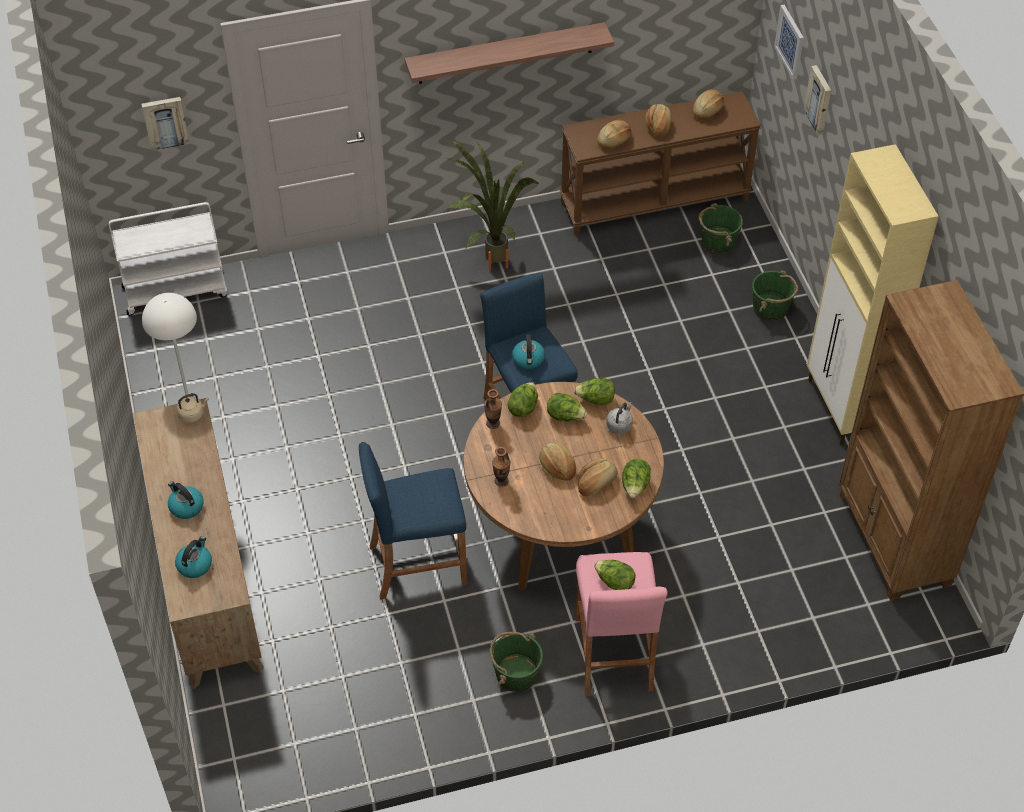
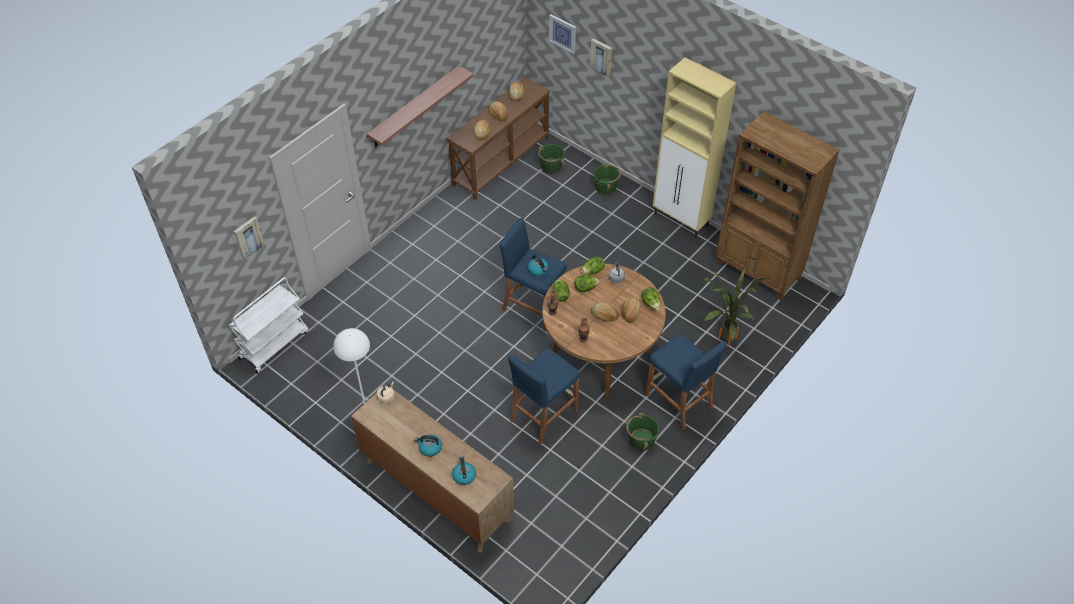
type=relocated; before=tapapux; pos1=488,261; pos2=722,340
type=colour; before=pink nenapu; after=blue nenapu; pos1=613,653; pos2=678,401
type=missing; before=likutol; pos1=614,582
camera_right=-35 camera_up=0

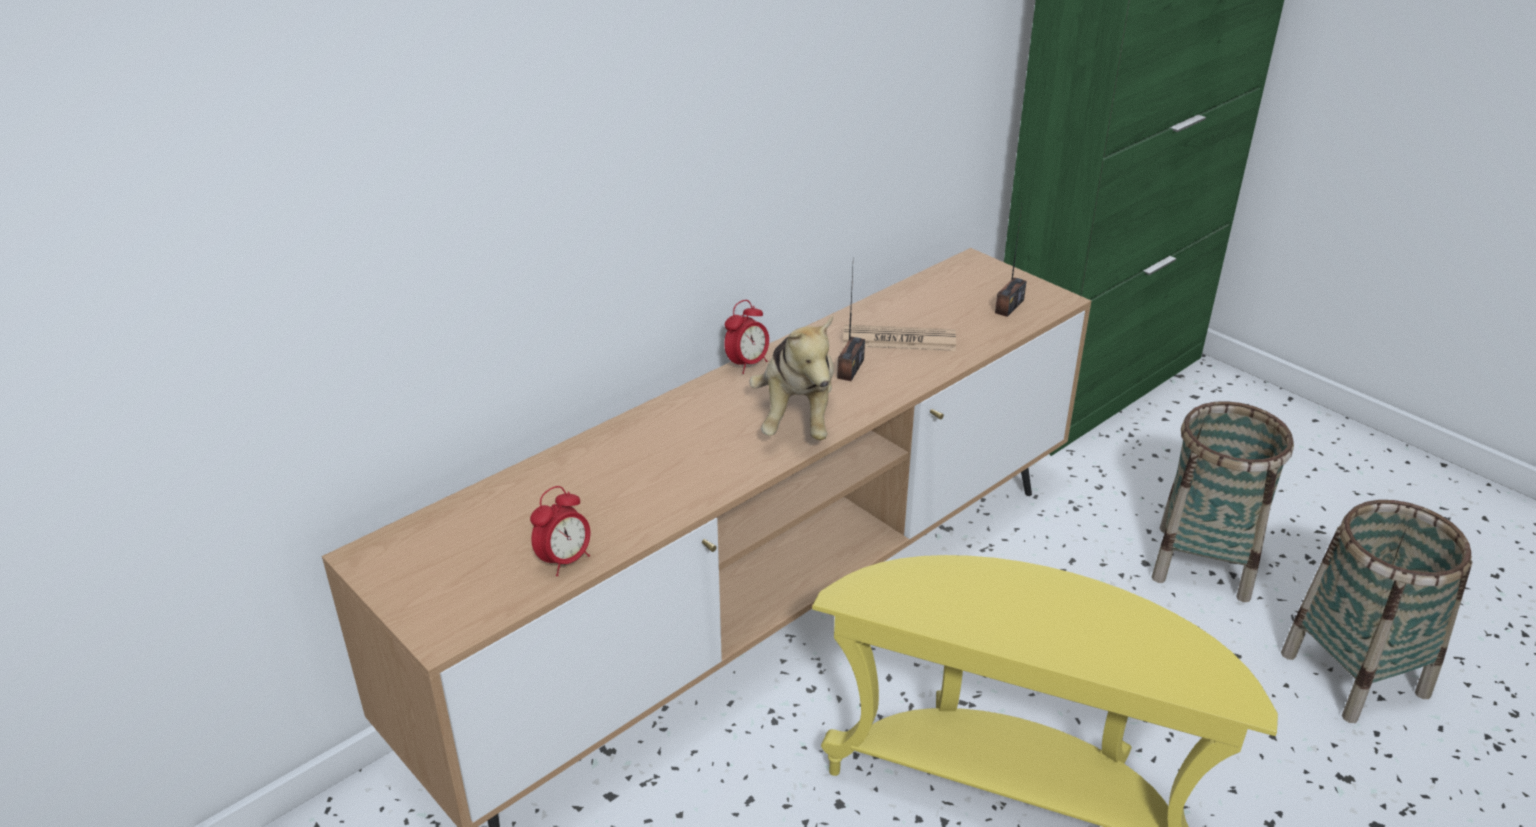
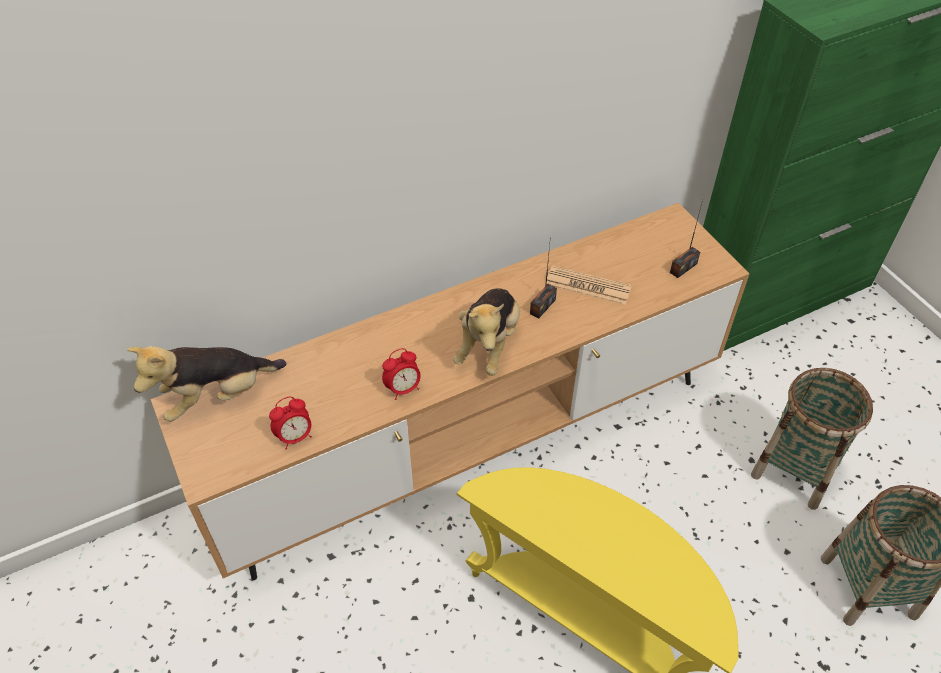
type=relocated; before=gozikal; pos1=747,364; pos2=403,389
type=appeared; after=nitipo; pos2=217,396
camera_right=15 camera_up=15

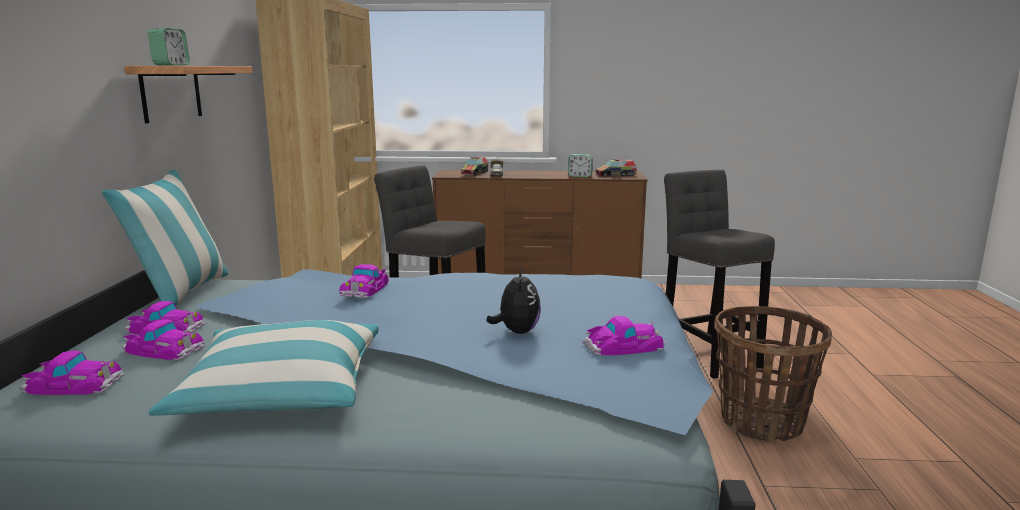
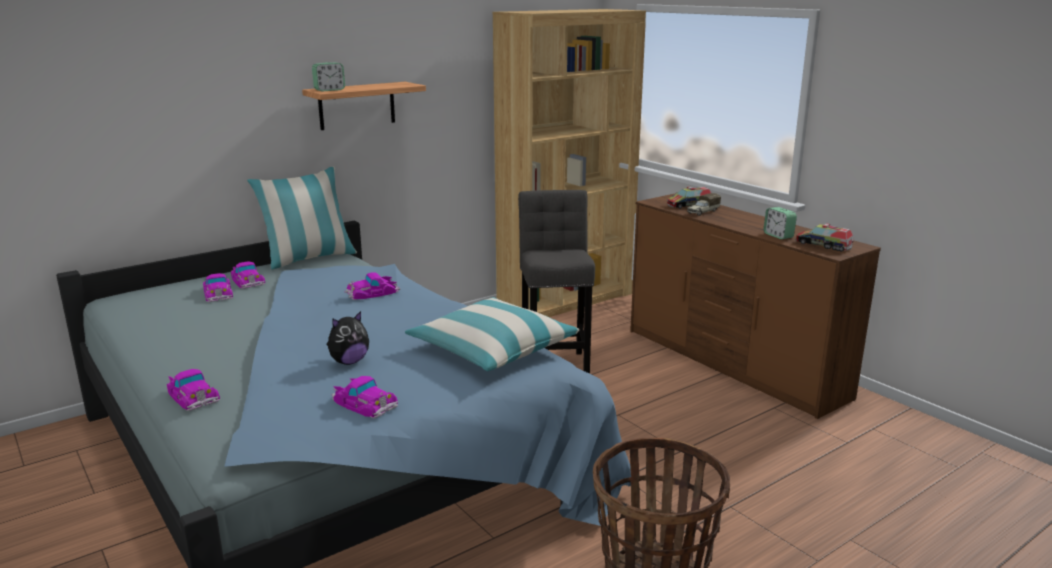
type=missing; before=grey nenapu; pos1=707,354
type=relocated; before=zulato; pos1=282,391; pos2=492,349
type=relocated; before=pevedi; pos1=74,384; pos2=192,395
camera_right=50 camera_up=5

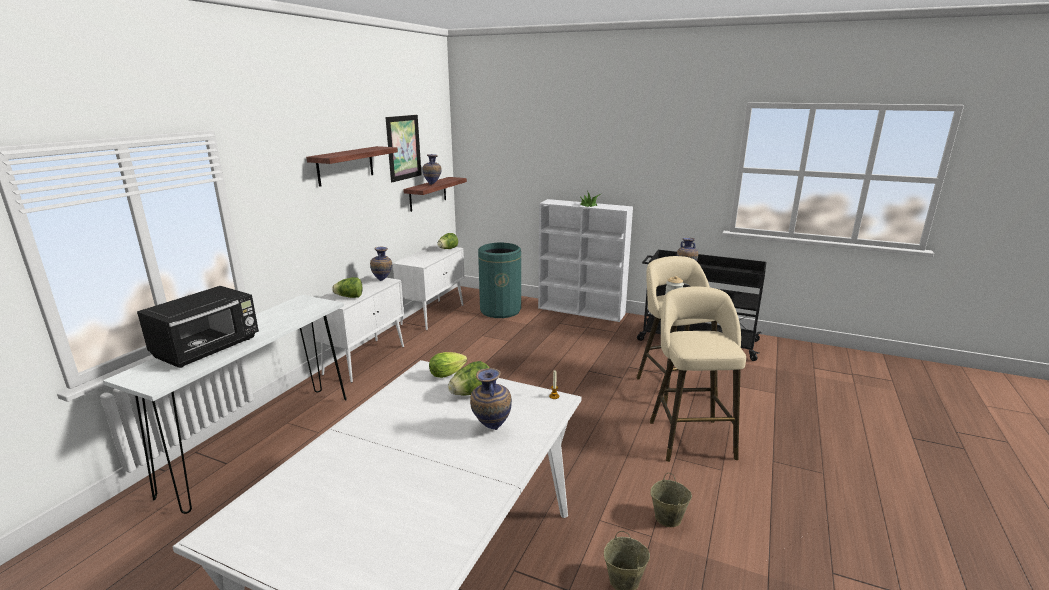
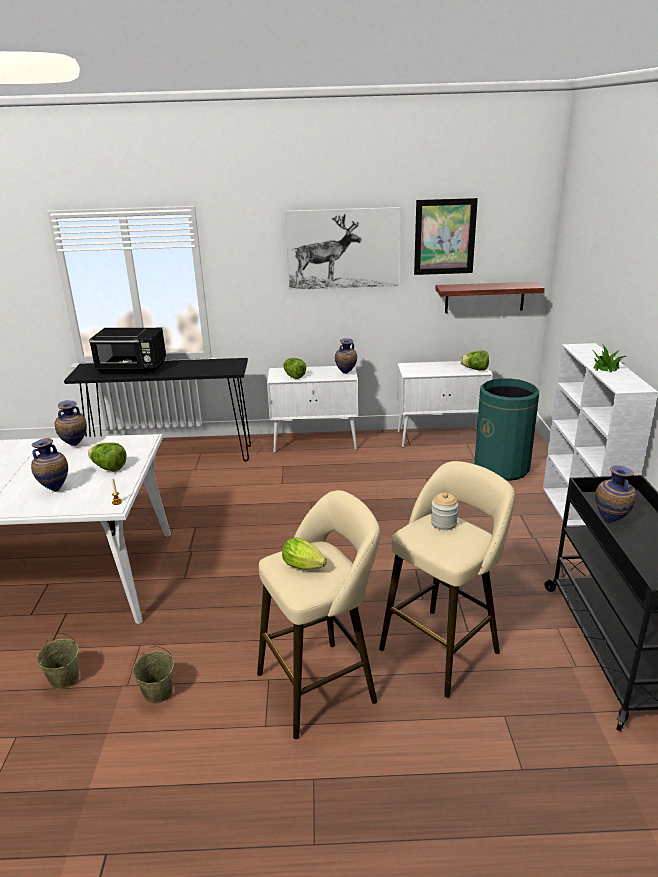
type=exchanged; before=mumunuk; after=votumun; pos1=345,165; pos2=343,249
type=relocated; before=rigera; pos1=433,184; pos2=75,446
type=colour; before=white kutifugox; after=black kutifugox; pos1=263,442; pos2=171,456
type=relocated; before=likutol; pos1=449,374; pos2=306,567
camera_right=65 camera_up=5

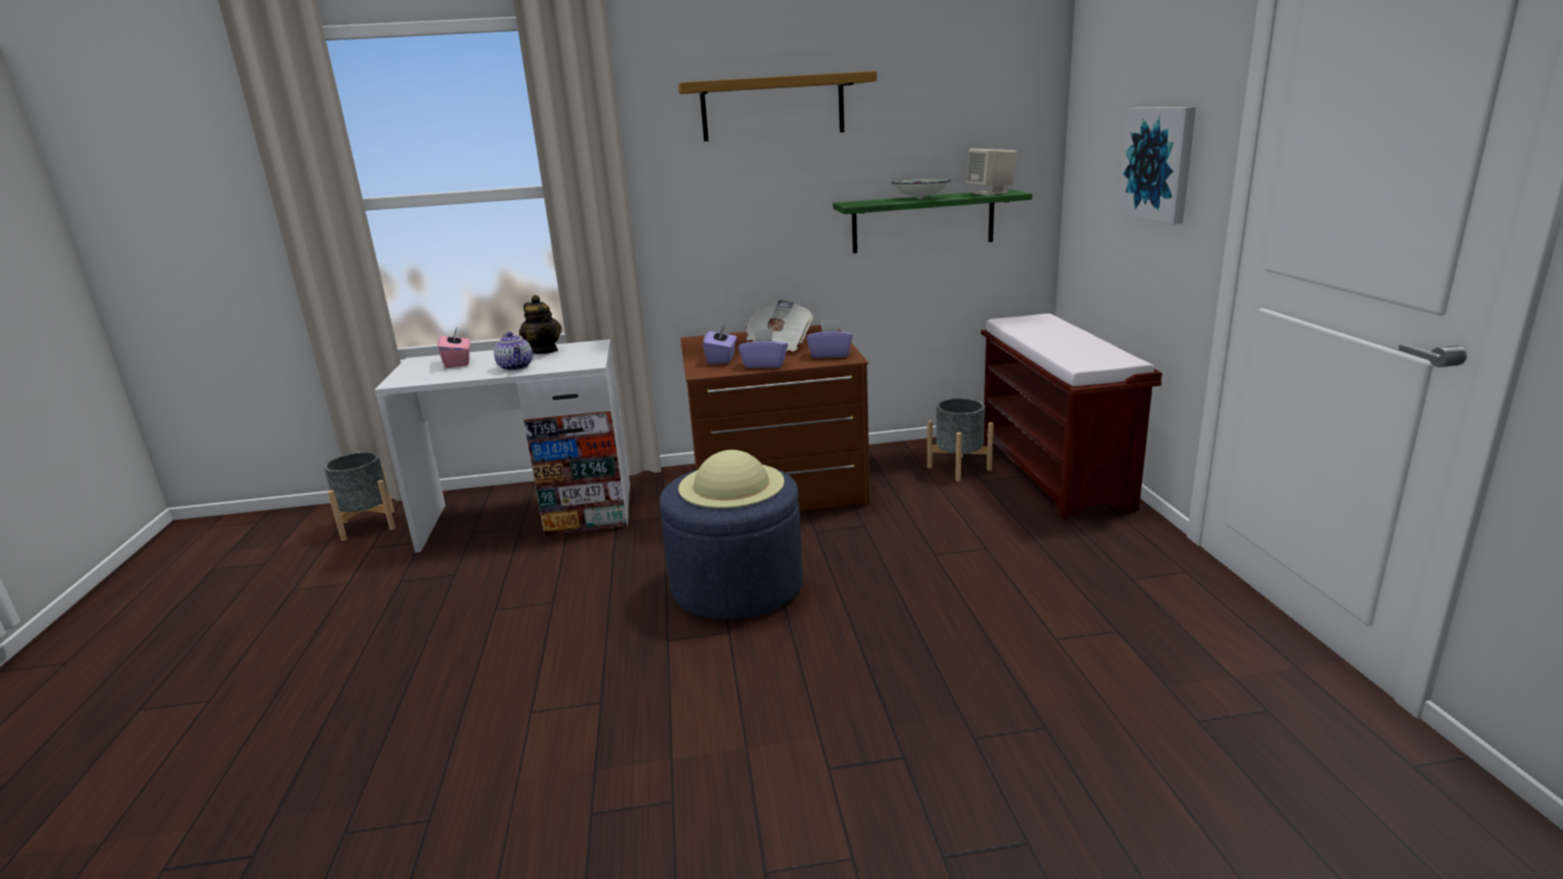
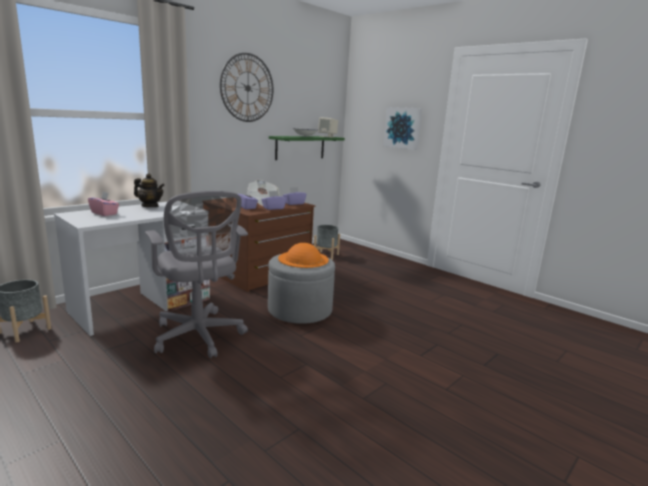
type=exchanged; before=mumunuk; after=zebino; pos1=773,108; pos2=247,88
type=missing; before=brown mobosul; pos1=1054,472
type=missing; before=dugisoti; pos1=516,367
type=colour; before=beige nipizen; after=orange nipizen; pos1=731,484; pos2=303,259
type=colour; before=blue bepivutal; after=grey bepivutal; pos1=737,586; pos2=300,310
type=appeared; after=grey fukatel; pos2=199,337
camera_right=-40 camera_up=-5

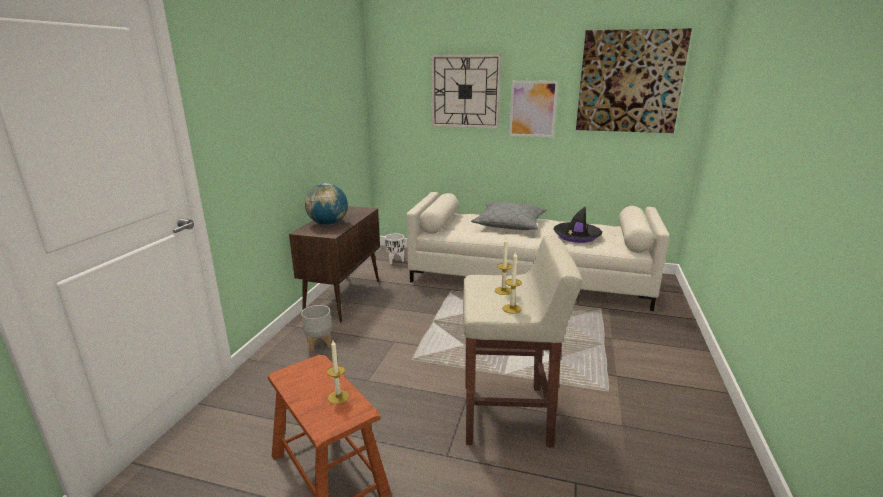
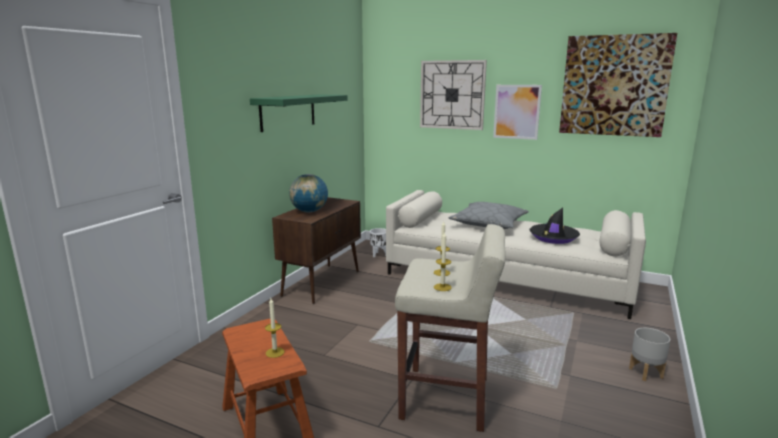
type=relocated; before=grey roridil; pos1=319,344; pos2=645,372
type=appeared; after=green mumunuk; pos2=288,112
camera_right=10 camera_up=-5

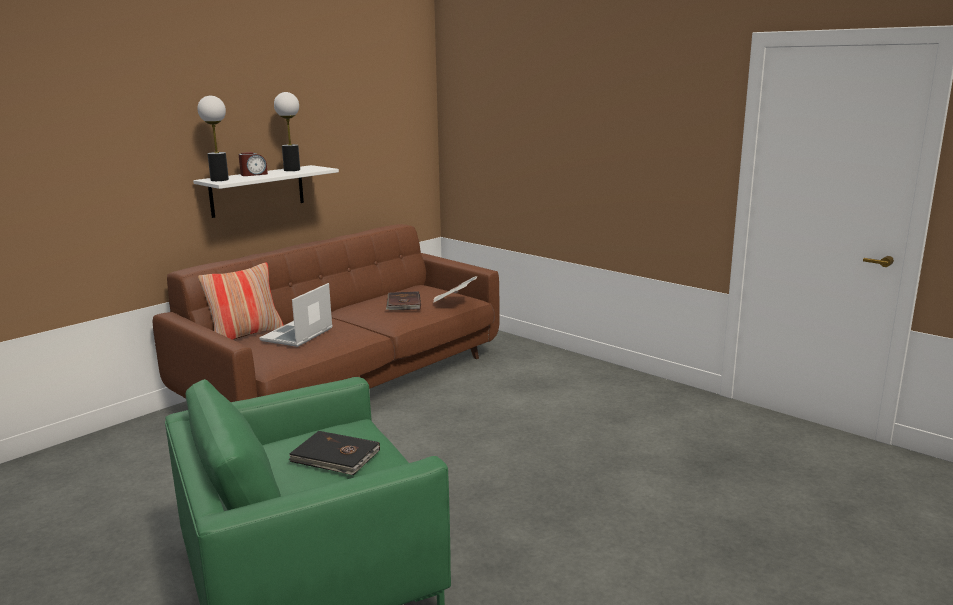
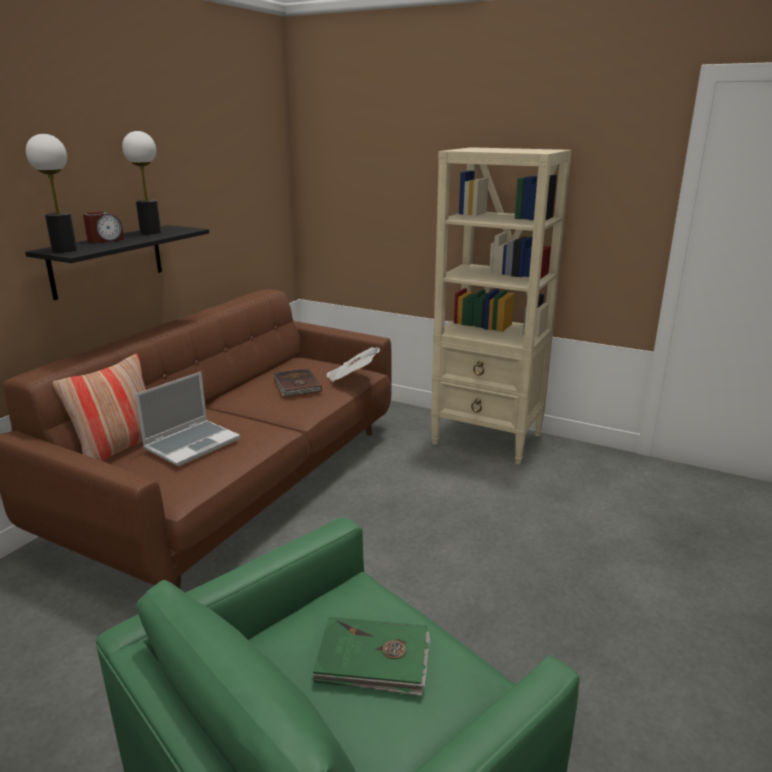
type=colour; before=white mumunuk; after=black mumunuk; pos1=257,191; pos2=107,261
type=spun; before=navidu; pos1=297,335; pos2=192,443; turn=-150
type=colour; before=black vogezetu; after=green vogezetu; pos1=335,457; pos2=373,660
type=appeared; after=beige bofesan; pos2=488,439
camera_right=-15 camera_up=5

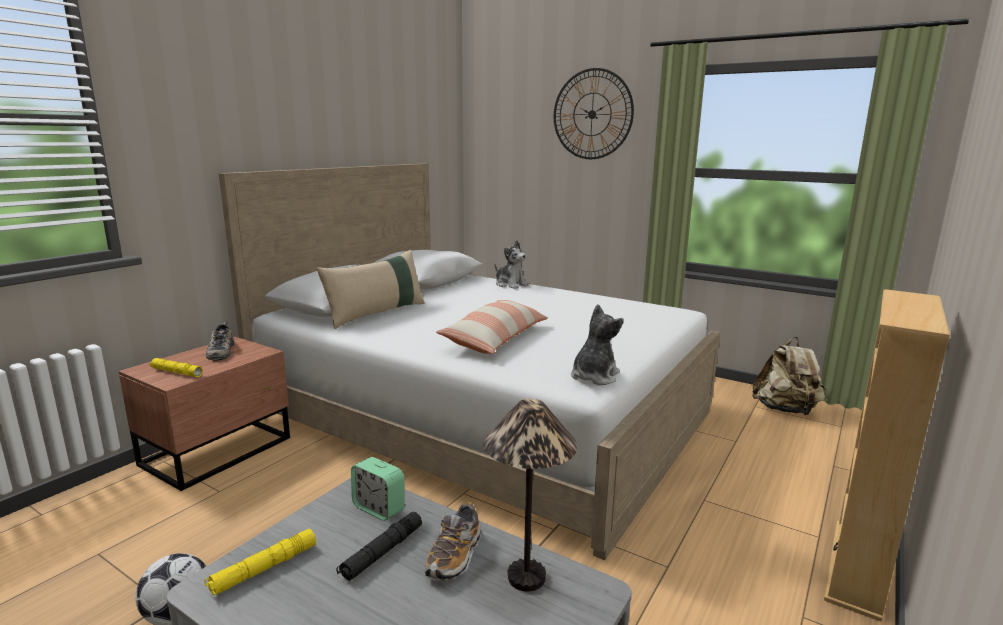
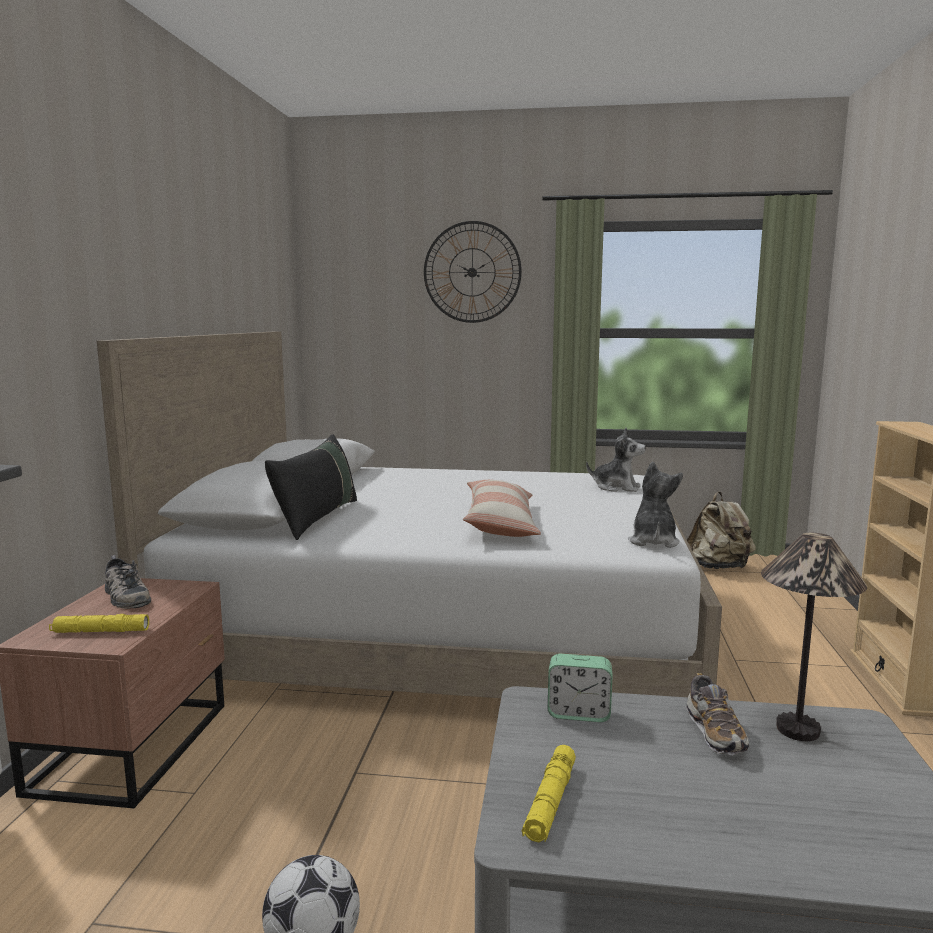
type=relocated; before=nitipo; pos1=510,284; pos2=616,487
type=colour; before=beige zulato; after=black zulato; pos1=376,314; pos2=317,518
type=missing; before=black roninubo; pos1=382,552
camera_right=-25 camera_up=-5

